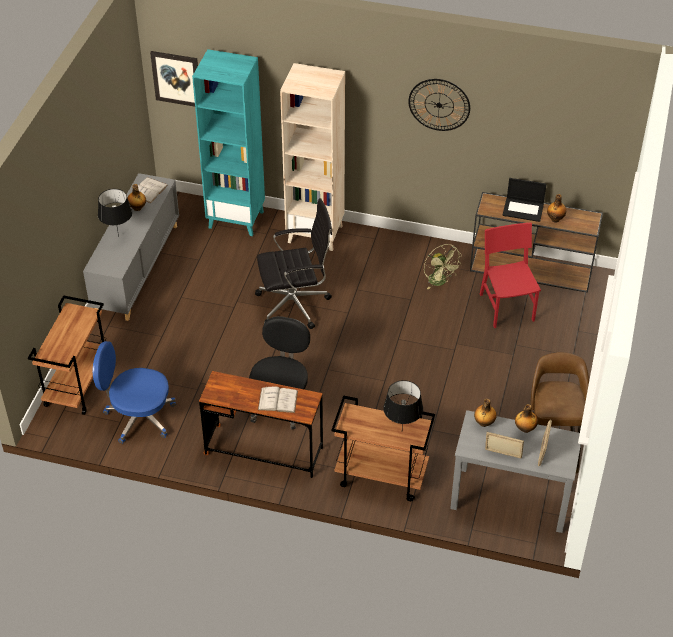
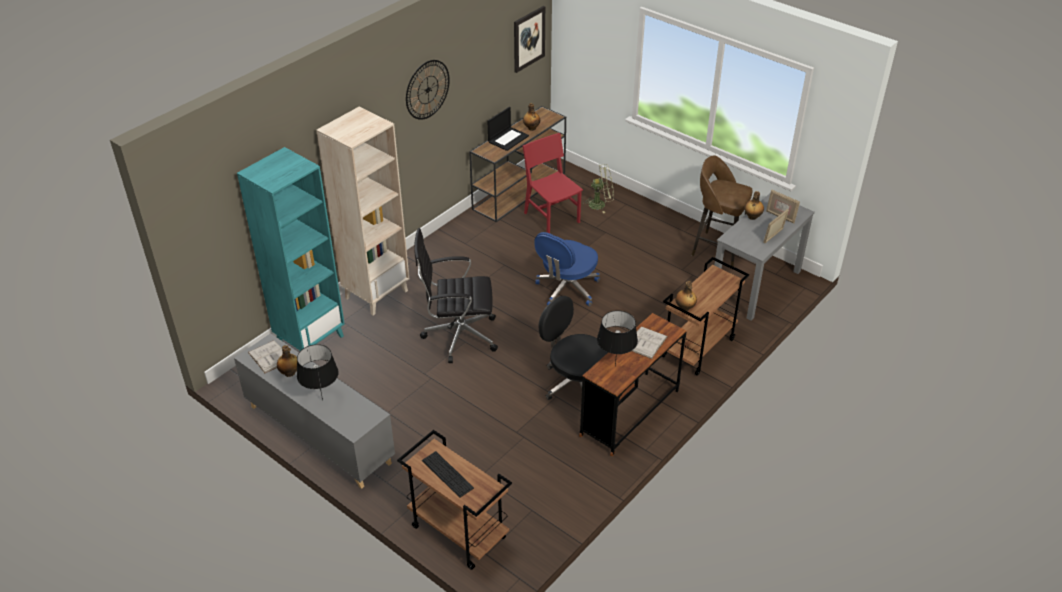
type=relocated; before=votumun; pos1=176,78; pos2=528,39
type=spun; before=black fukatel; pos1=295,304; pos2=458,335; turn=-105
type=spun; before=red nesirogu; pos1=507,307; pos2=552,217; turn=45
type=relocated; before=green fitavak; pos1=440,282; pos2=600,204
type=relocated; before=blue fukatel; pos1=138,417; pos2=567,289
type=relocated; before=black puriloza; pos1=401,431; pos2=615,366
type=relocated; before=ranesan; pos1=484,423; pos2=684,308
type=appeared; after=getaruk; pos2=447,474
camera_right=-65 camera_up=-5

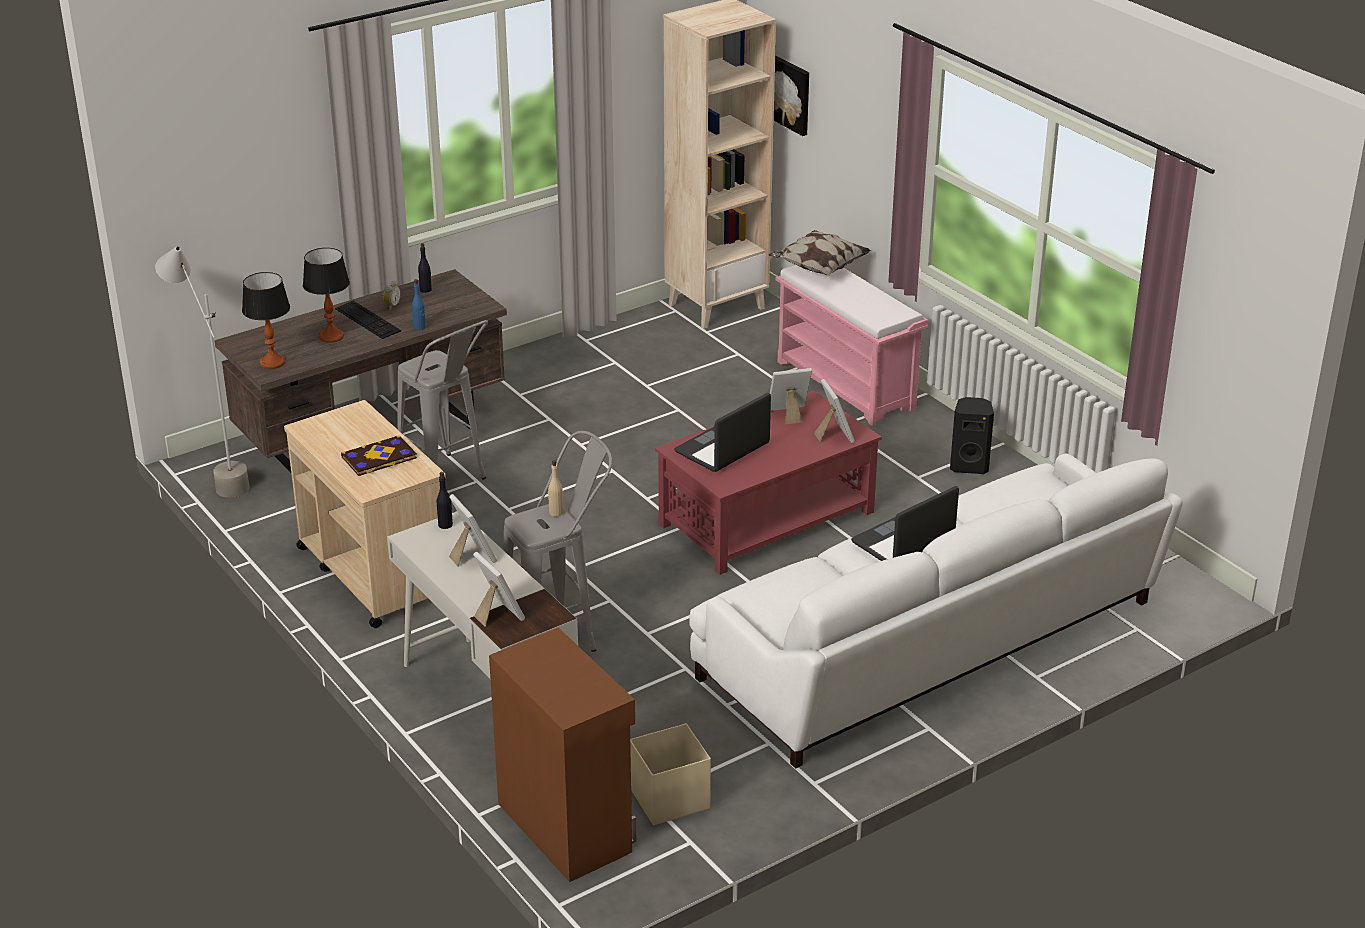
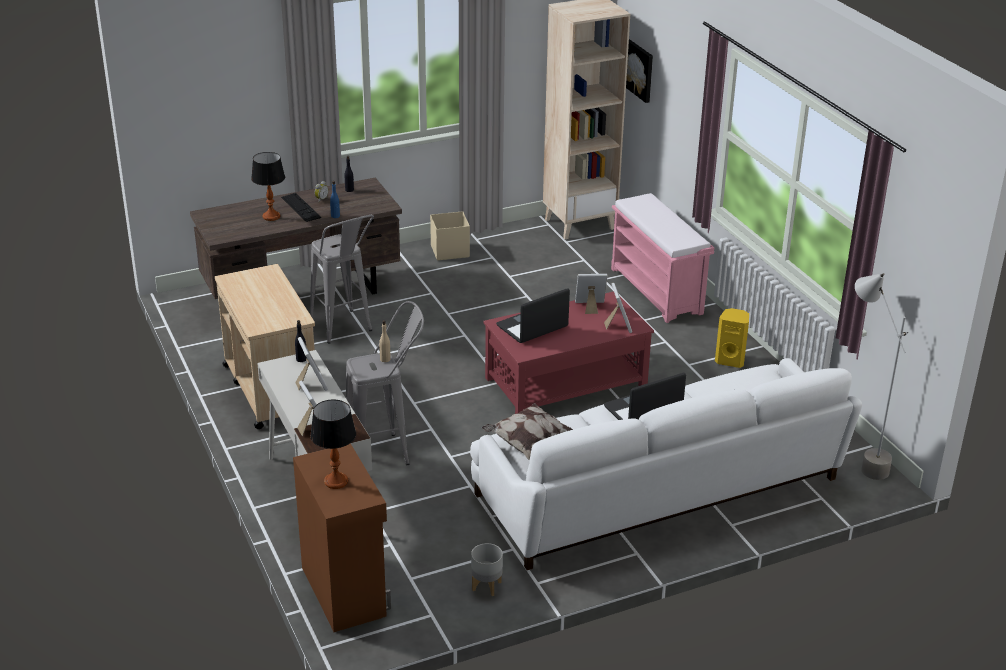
type=relocated; before=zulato; pos1=818,268; pos2=530,444
type=relocated; before=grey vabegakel; pos1=218,477; pos2=859,459
type=relocated; before=puriloza; pos1=273,362; pos2=336,481
type=colour; before=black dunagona; after=yellow dunagona; pos1=969,466; pos2=730,360
type=missing; before=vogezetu; pos1=379,458
type=relocated; before=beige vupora; pos1=668,799; pos2=449,251
type=appeared; after=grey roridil; pos2=486,586
camera_right=10 camera_up=0

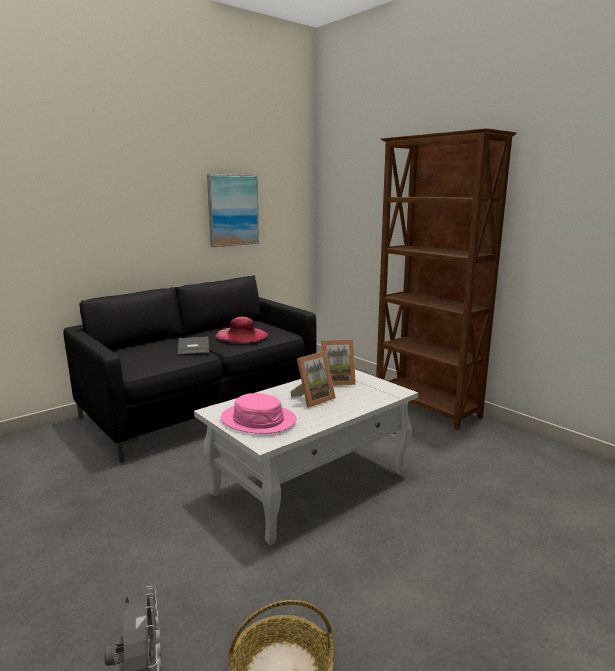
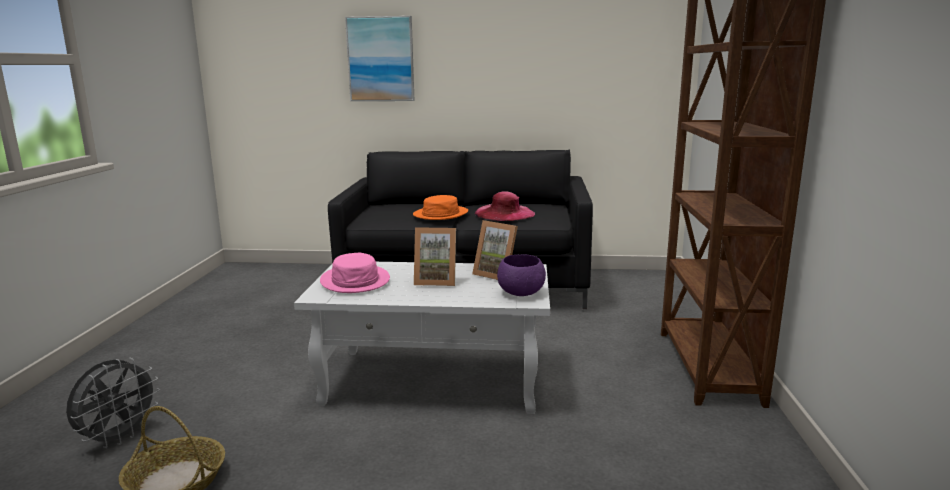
type=relocated; before=votumun; pos1=233,210; pos2=381,59
type=exchanged; before=grey vogezetu; after=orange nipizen; pos1=192,347; pos2=440,214
type=appeared; after=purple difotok; pos2=520,293
camera_right=45 camera_up=0

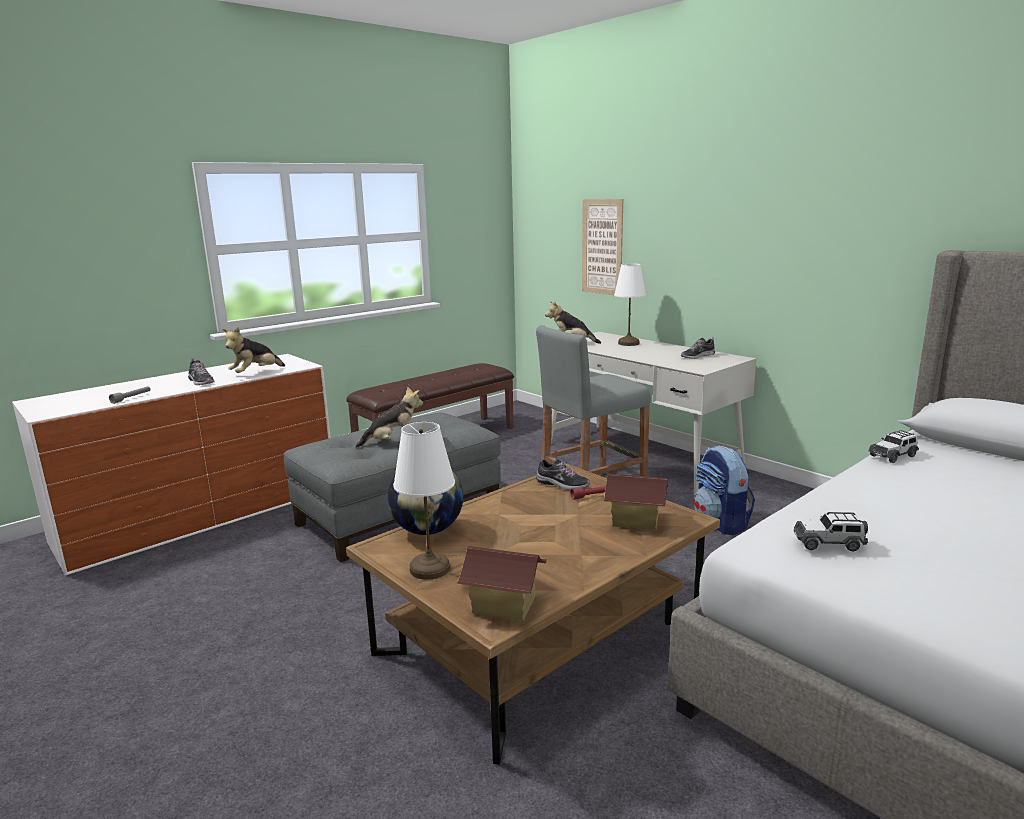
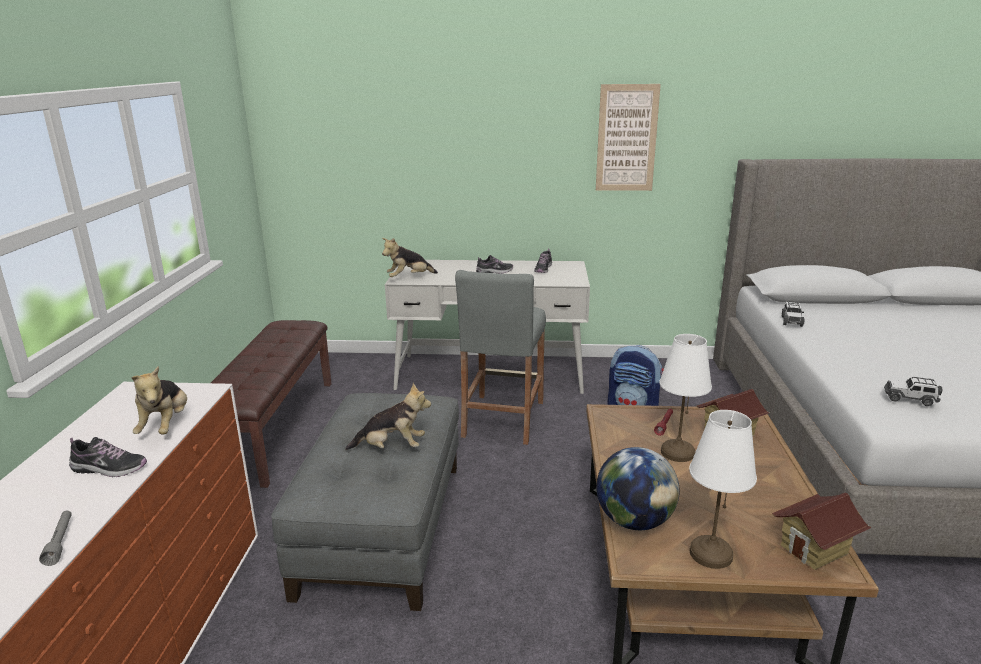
type=relocated; before=votumun; pos1=602,247; pos2=626,138
type=relocated; before=white puriloza; pos1=628,343; pos2=676,452
type=spun; before=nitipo; pos1=393,442; pos2=392,447; turn=60
type=relocated; before=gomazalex; pos1=562,484; pos2=495,272
type=spun; before=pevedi; pos1=829,543; pos2=910,399; turn=60
camera_right=-45 camera_up=5

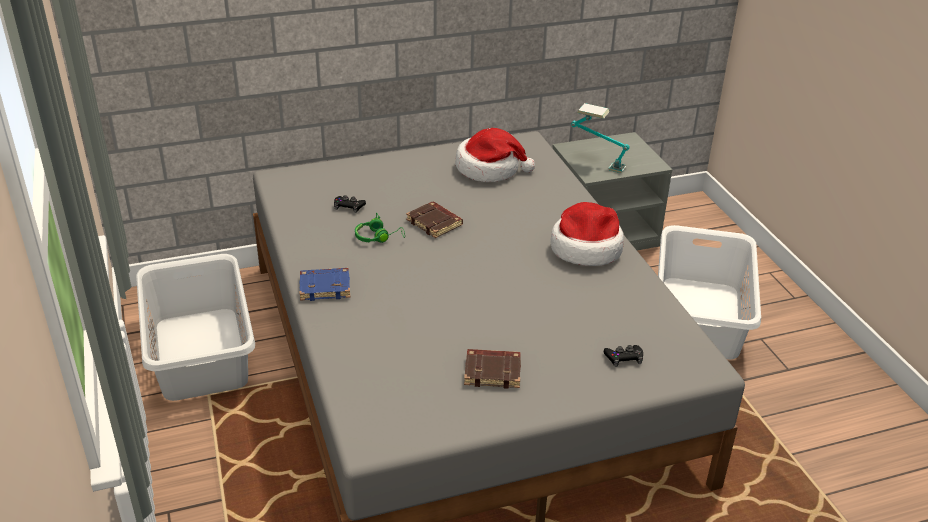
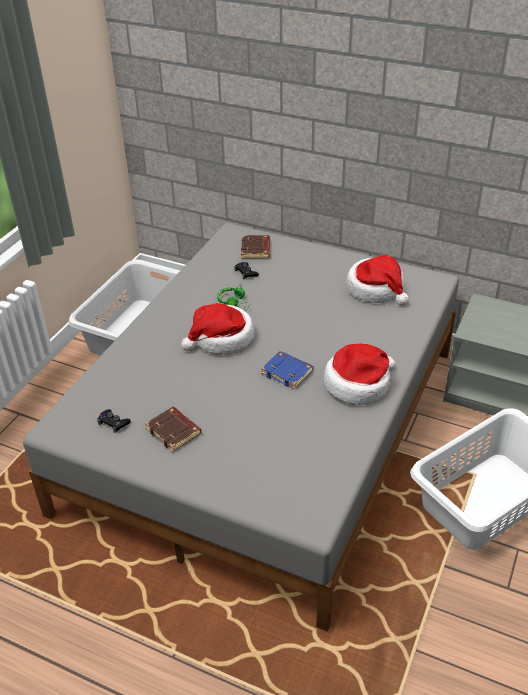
type=missing; before=puriloza; pos1=596,163
type=relocated; before=brown vogezetu; pos1=435,223; pos2=256,250
type=relocated; before=blue vogezetu; pos1=325,287; pos2=288,372
type=relocated; before=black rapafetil; pos1=623,358; pos2=113,423
type=appeared; after=nipizen; pos2=221,338
camera_right=45 camera_up=5

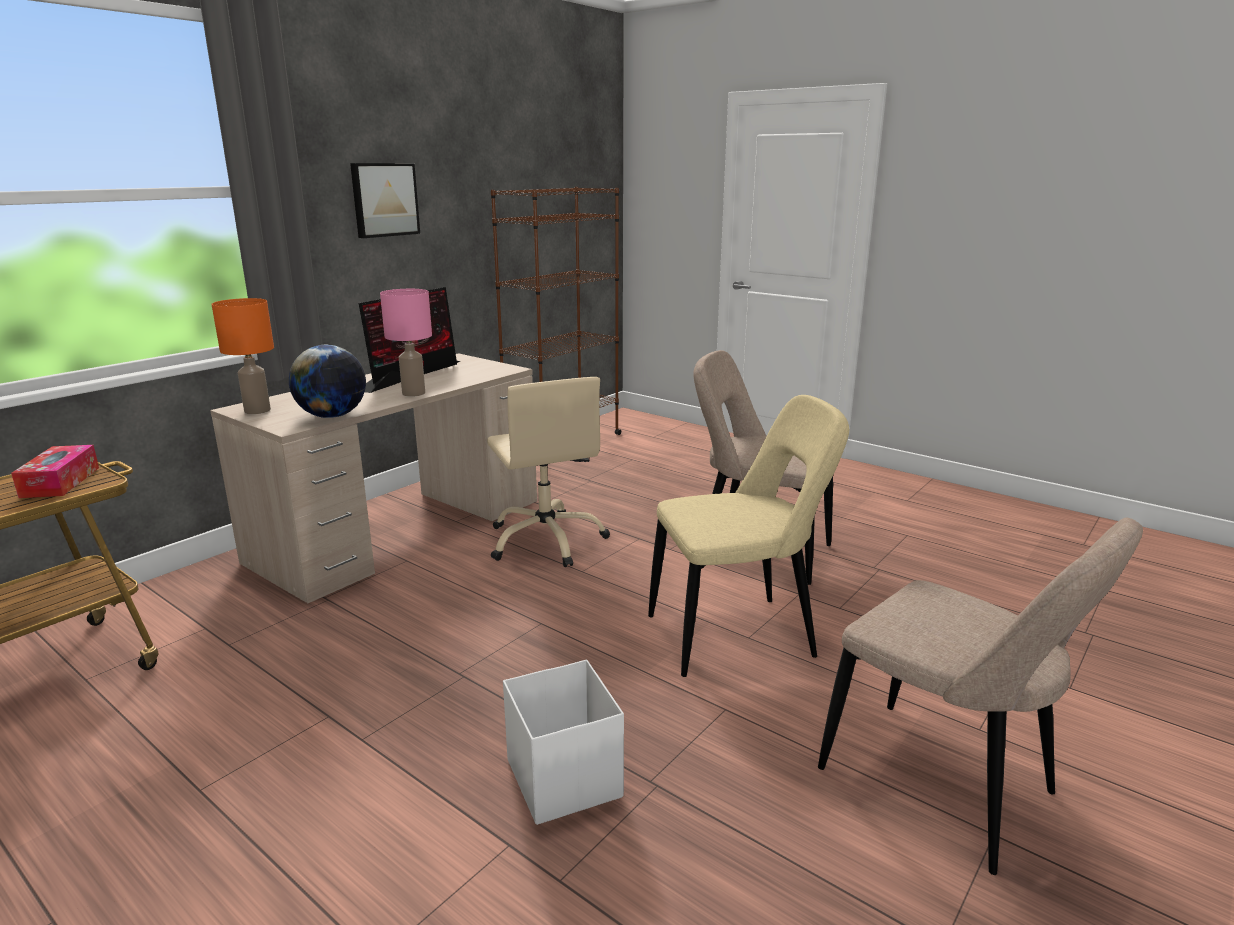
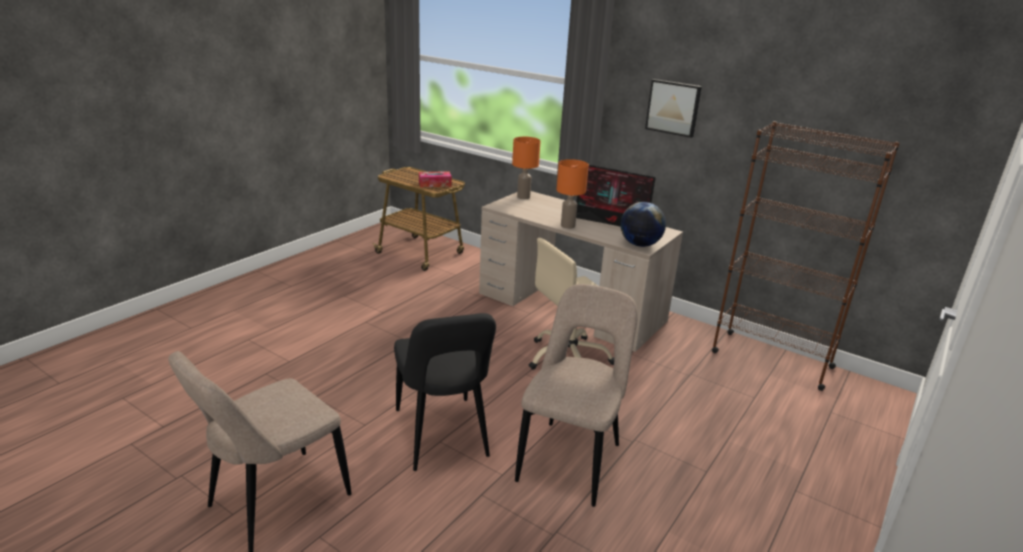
type=colour; before=pink puriloza; after=orange puriloza; pos1=413,393; pos2=567,226
type=relocated; before=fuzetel; pos1=332,416; pos2=640,245
type=colour; before=beige nesirogu; after=black nesirogu; pos1=738,635; pos2=442,437
type=missing; before=white vupora; pos1=564,777
camera_right=85 camera_up=5

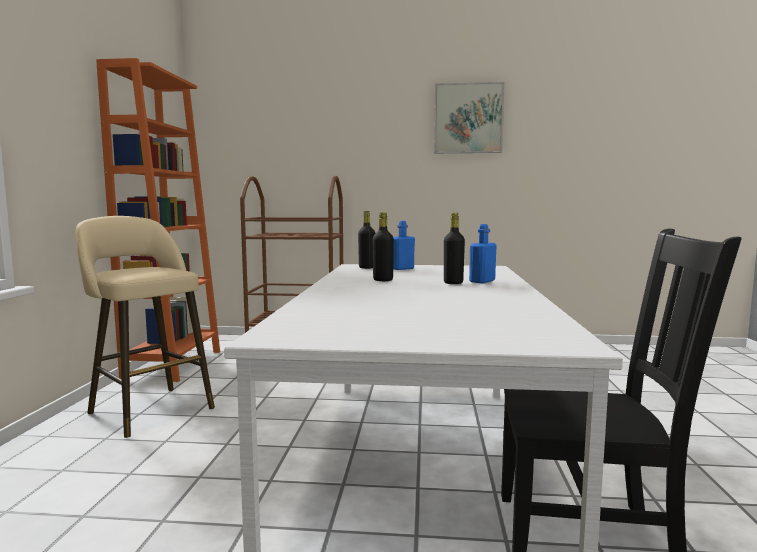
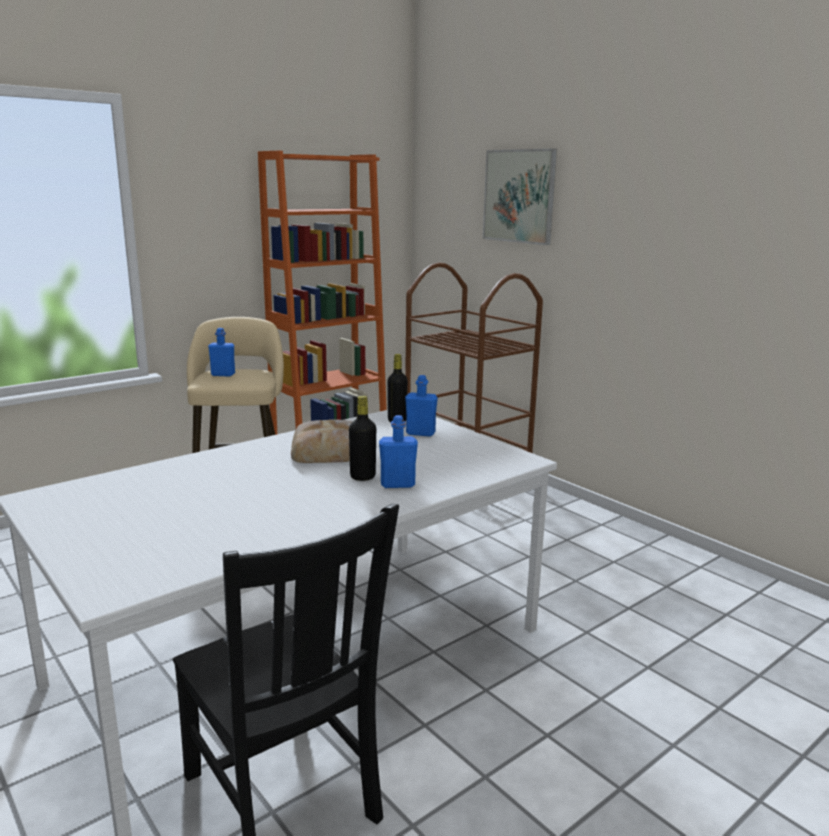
type=relocated; before=votumun; pos1=468,118; pos2=519,196
type=exchanged; before=black ranesan; after=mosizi; pos1=383,280; pos2=328,449
type=appeared; after=blue ranesan; pos2=223,374
camera_right=45 camera_up=10

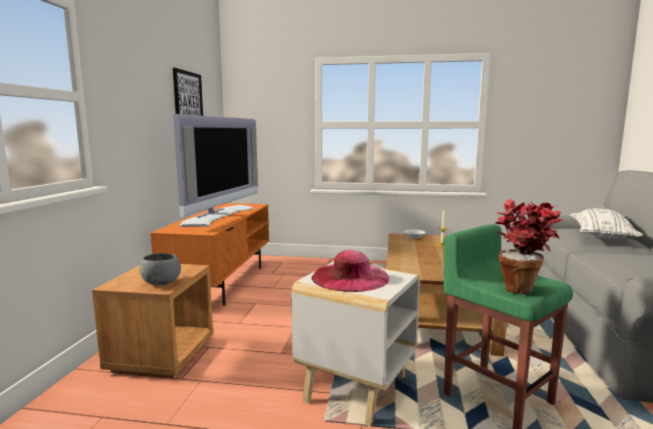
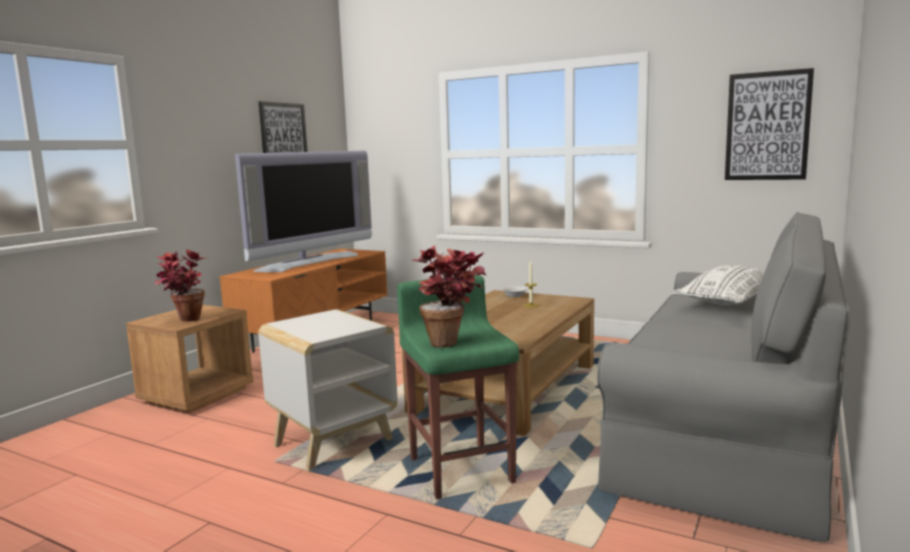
type=missing; before=pink nipizen; pos1=350,277
type=exchanged; before=grey difotok; after=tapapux; pos1=162,282; pos2=184,321
type=appeared; after=votumun; pos2=767,126
camera_right=20 camera_up=0

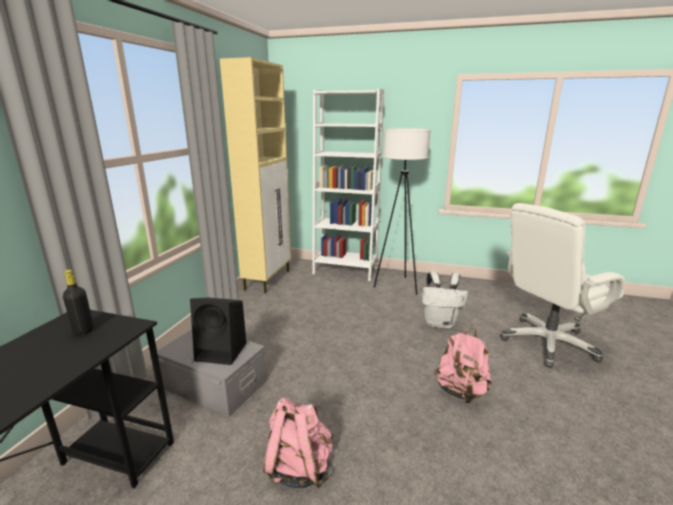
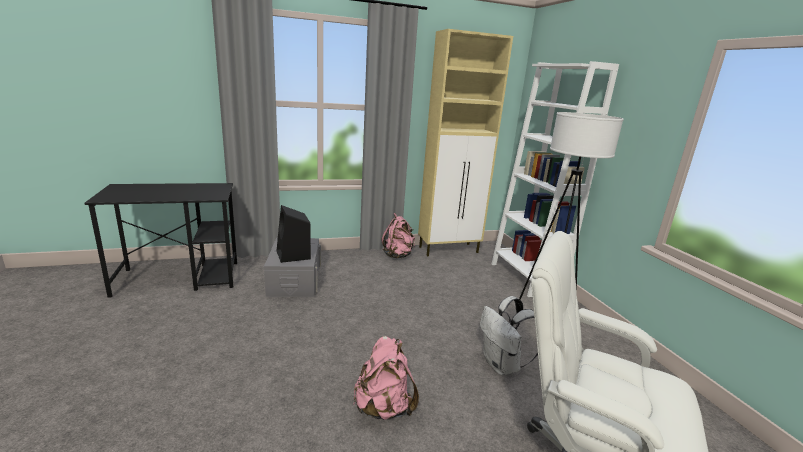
type=missing; before=black ranesan; pos1=83,330
type=relocated; before=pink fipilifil; pos1=299,467; pos2=398,255
camera_right=55 camera_up=0

